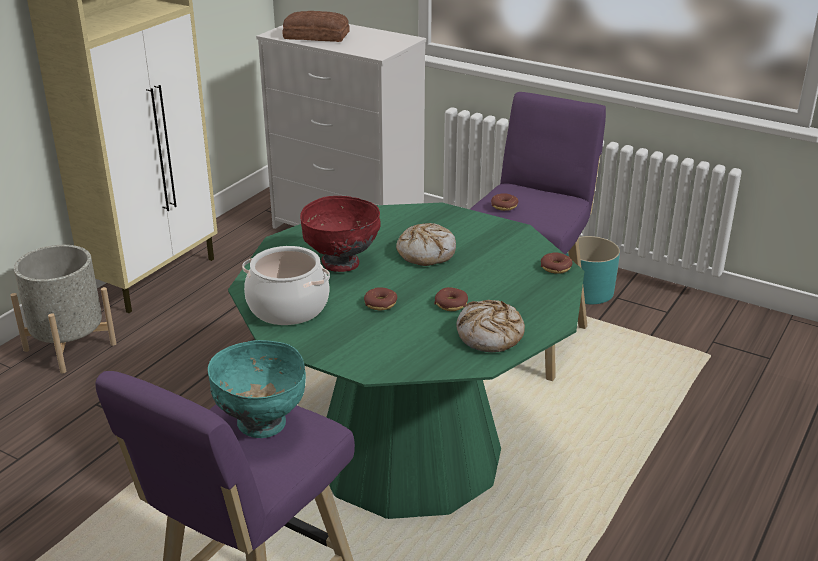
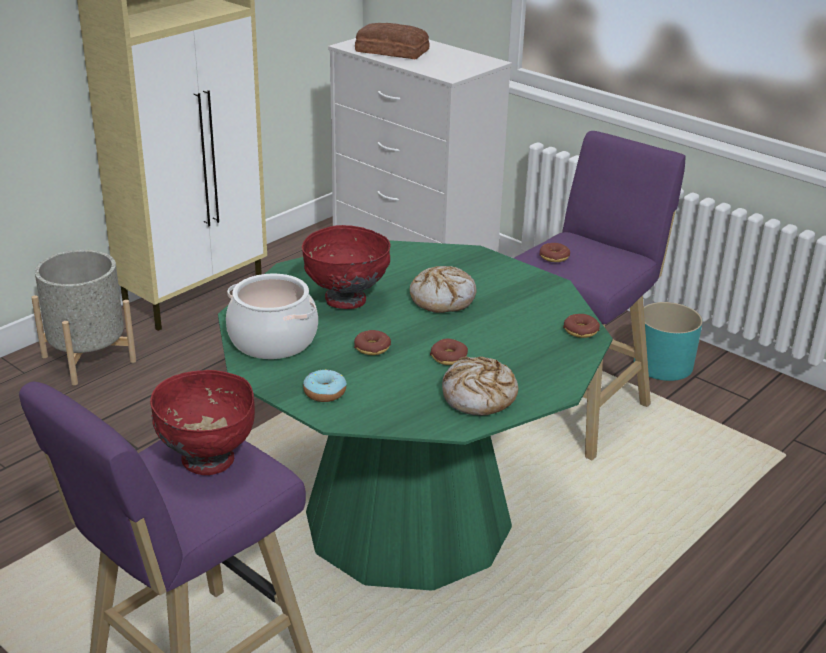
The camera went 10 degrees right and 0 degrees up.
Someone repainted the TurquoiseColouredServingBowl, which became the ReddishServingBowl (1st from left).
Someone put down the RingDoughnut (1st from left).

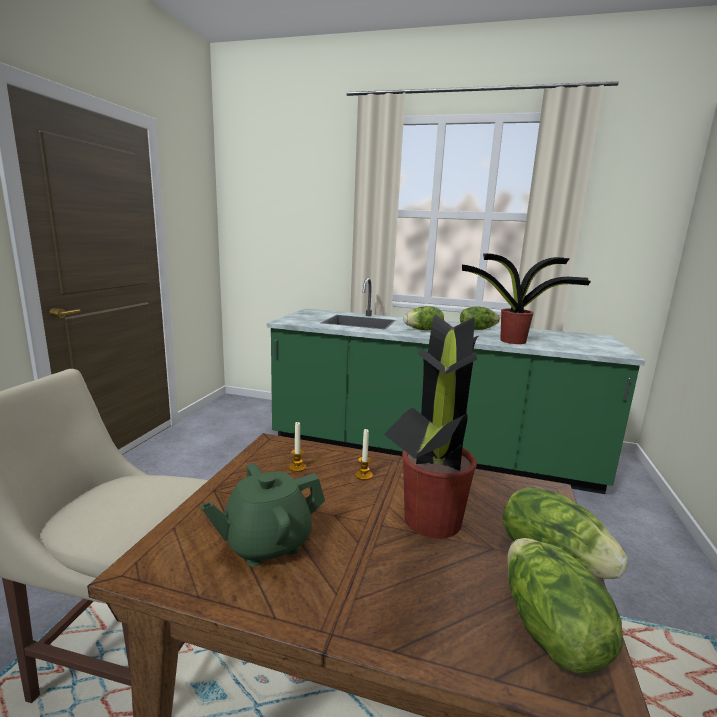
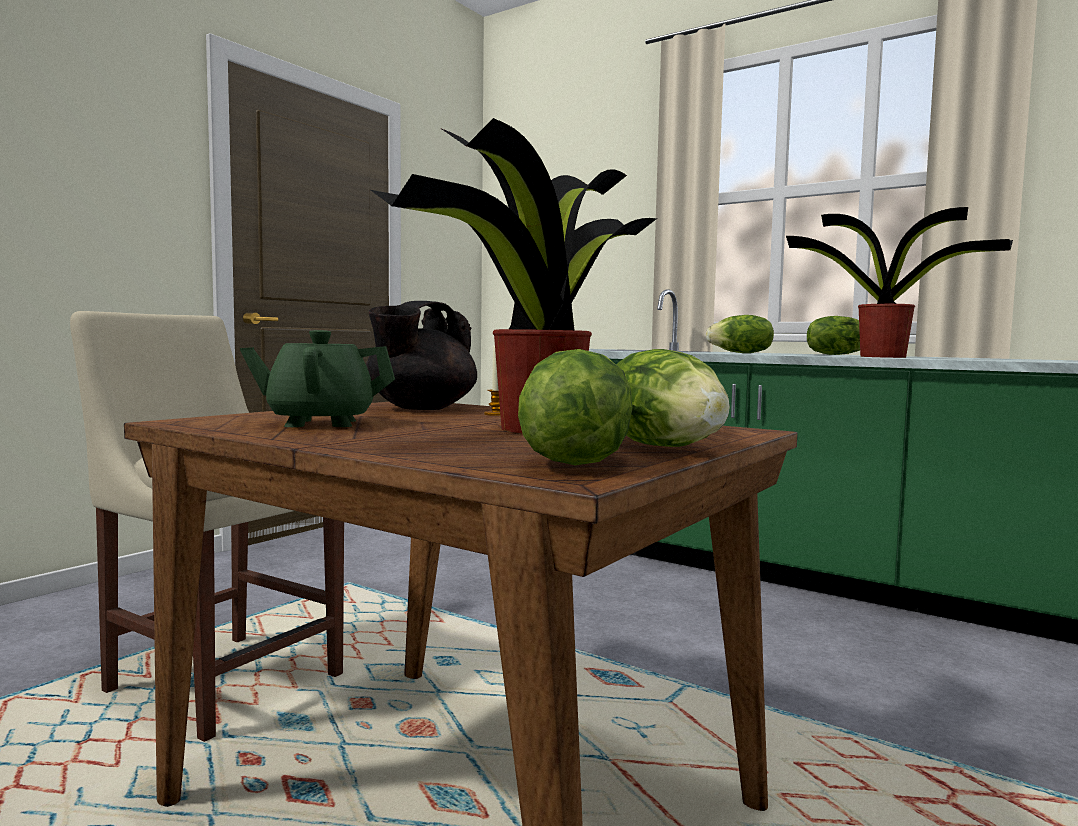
The camera went 20 degrees right and 10 degrees down.
Someone swapped the WaxCandle (1st from left) for the BlackColouredTeaPot.

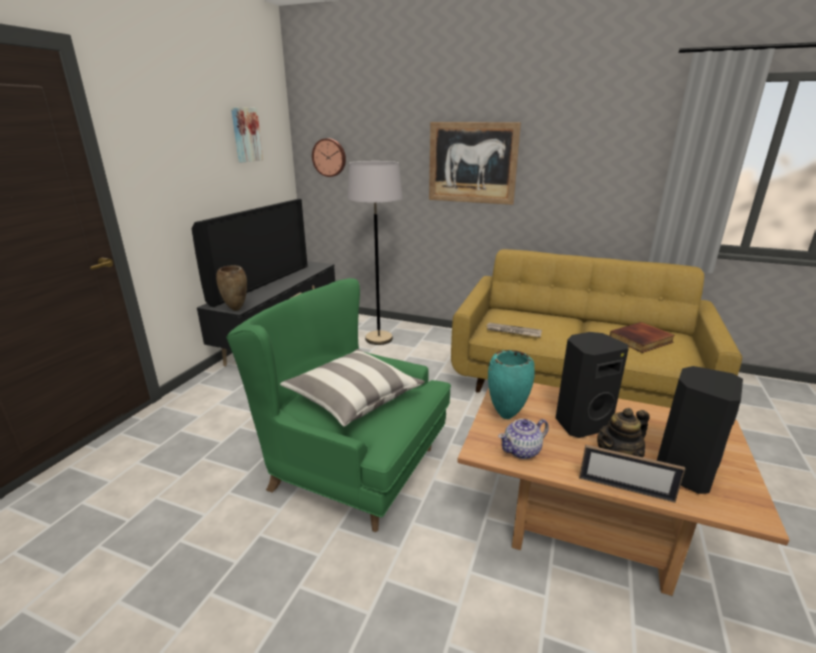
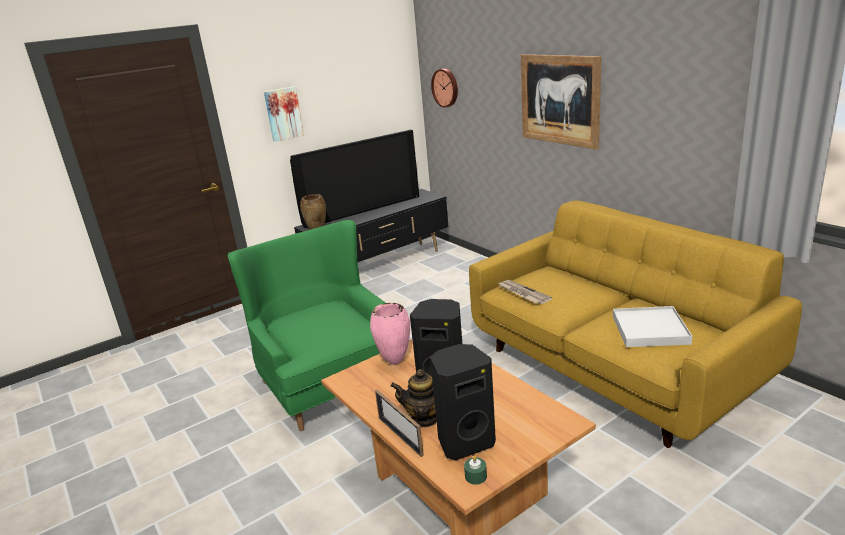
The camera went 35 degrees right and 0 degrees up.
Someone carried the Picture (1st from left).
Someone took away the Pillow.
Someone took away the GrayStandardLamp.
Someone repainted the TurquoiseColouredDecorativeVase, which became the PinkDecorativeVase.
Someone took away the TeaPot (1st from left).
Someone swapped the Volume for the WhiteColouredCarryingTray.
Someone put down the GreenColouredWaxCandle.

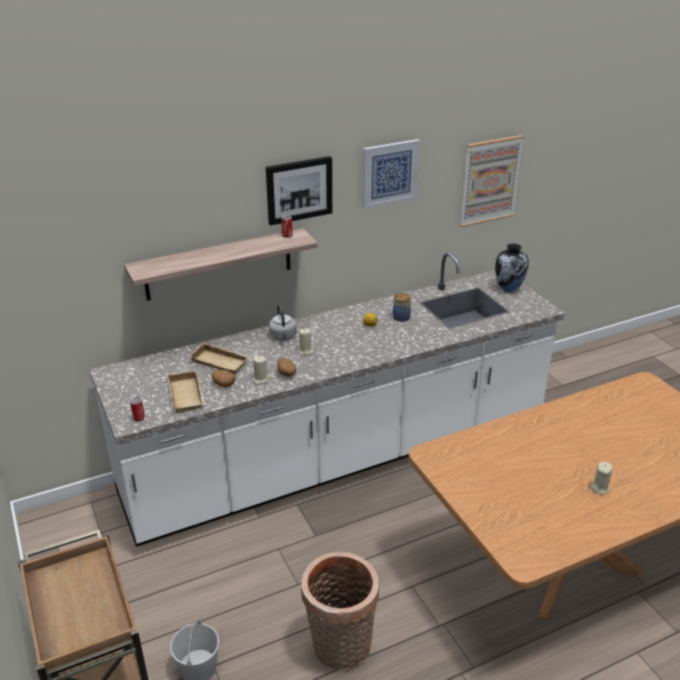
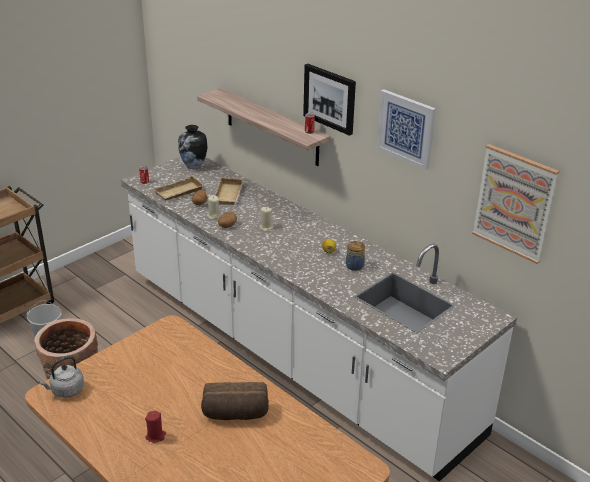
The camera went 70 degrees right and 0 degrees up.
Someone carried the GrayWaterKettle.
Someone carried the DecorativeVase.
Someone repainted the BeigeWaxCandle (3rd from left), which became the ReddishWaxCandle.
Someone put down the BakeryBread.

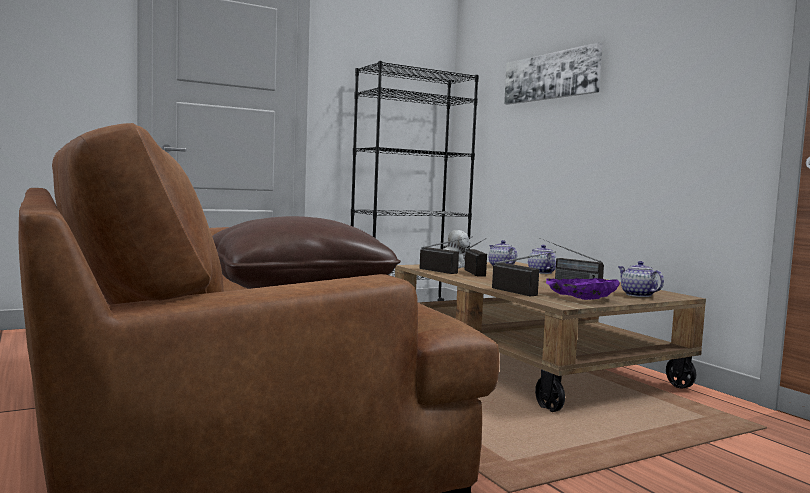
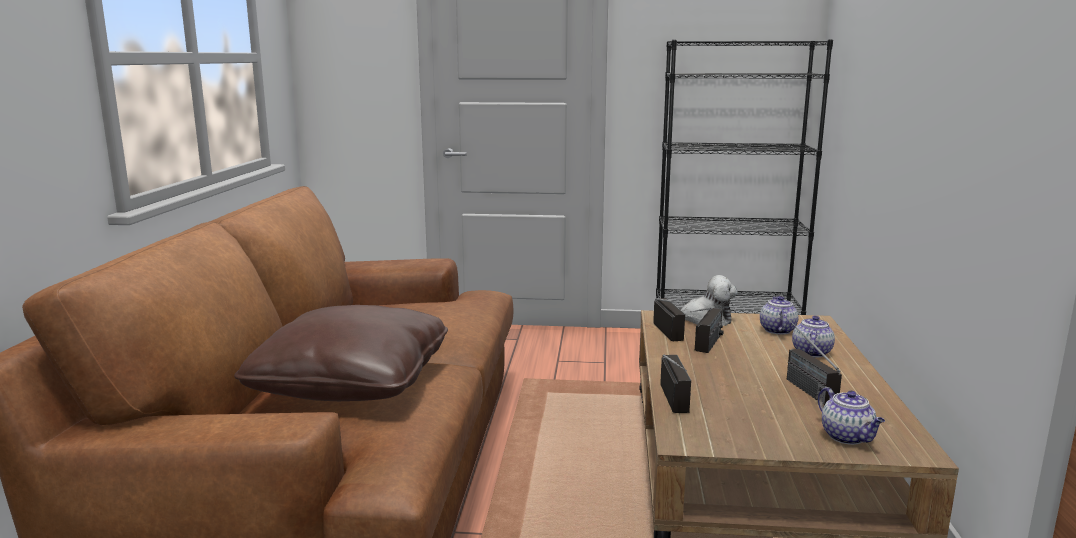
The camera went 35 degrees right and 10 degrees up.
Someone took away the Picture.
Someone took away the PurpleColouredServingBowl.
Someone rotated the TeaPot (3rd from left) by 150 degrees clockwise.

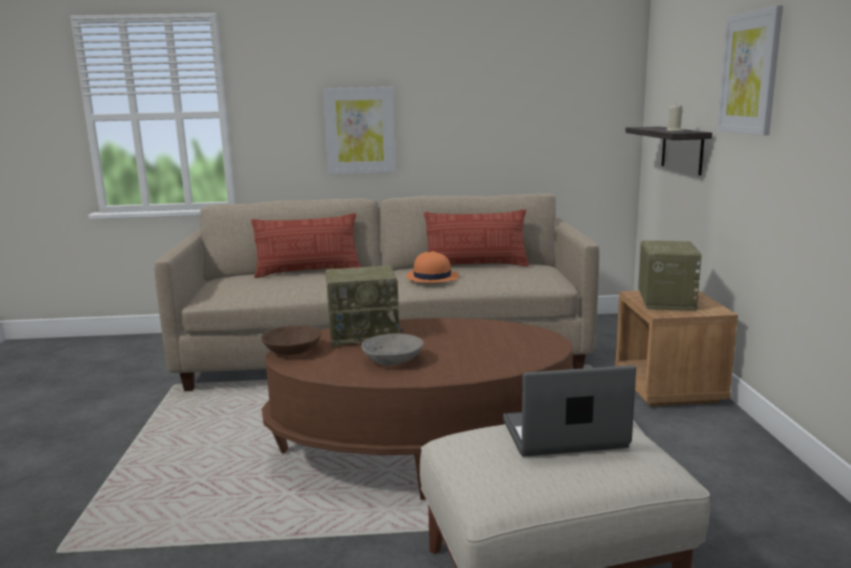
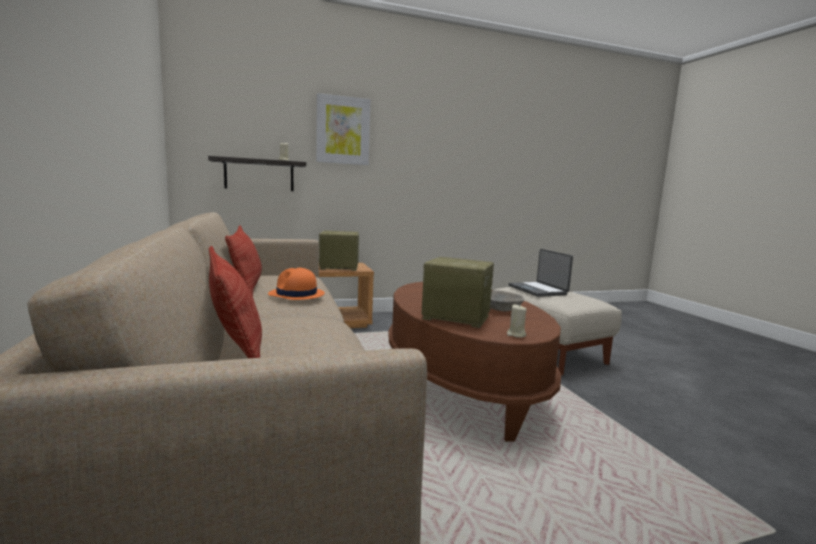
The camera went 105 degrees left and 5 degrees down.
Someone swapped the BrownishServingBowl for the BeigeWaxCandle (2nd from left).
Someone took away the Picture (1st from left).
Someone rotated the RadioReceiver (1st from left in the first image) by 45 degrees counterclockwise.

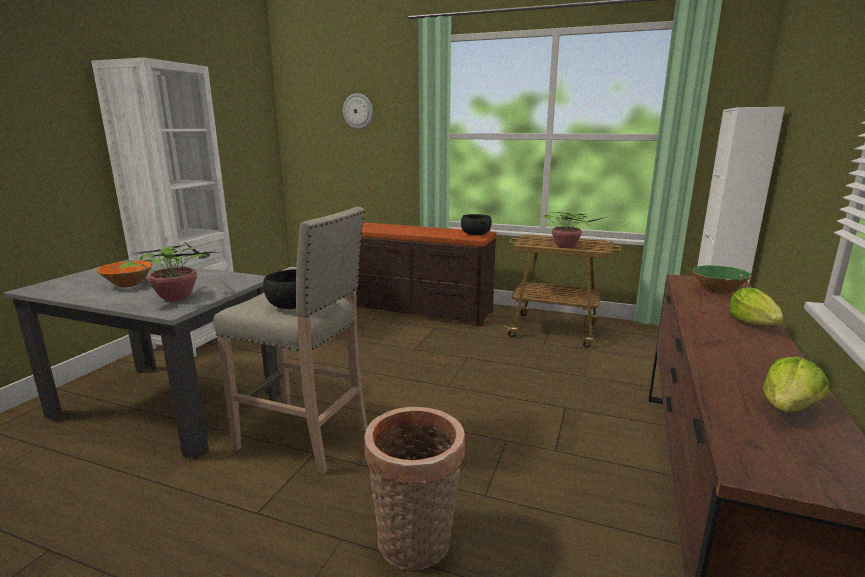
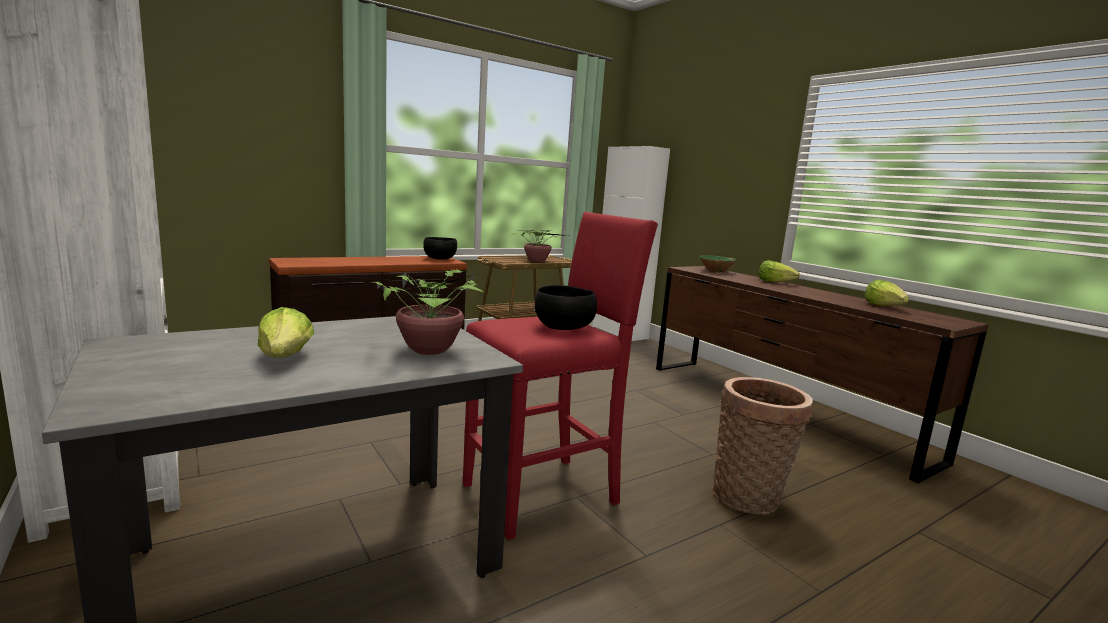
The camera went 55 degrees left and 5 degrees down.
Someone swapped the OrangeColouredServingBowl for the HeadOfLettuce (1st from left).
Someone repainted the BeigeStool, which became the ReddishStool.
Someone took away the HangingClock.

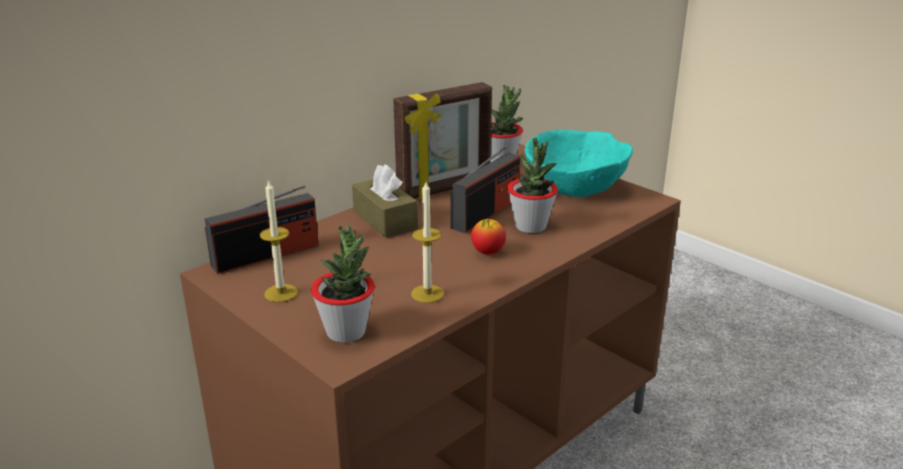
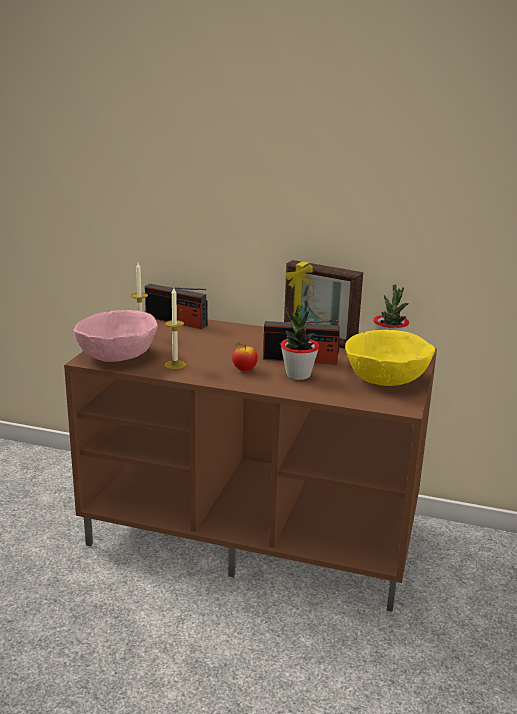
The camera went 60 degrees right and 5 degrees down.
Someone swapped the PlantInAPot (1st from left) for the PinkServingBowl.
Someone took away the BrownishTissueHolder.
Someone repainted the TurquoiseColouredServingBowl, which became the YellowColouredServingBowl.

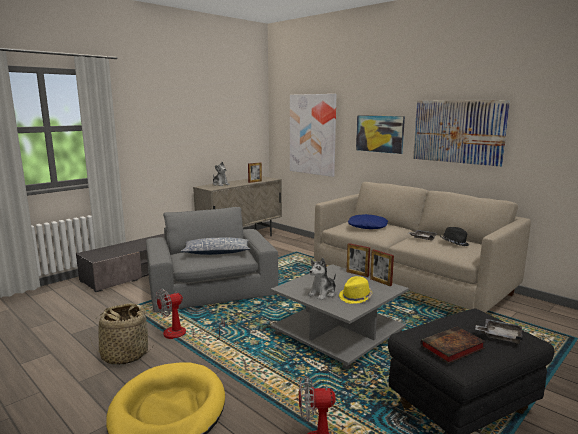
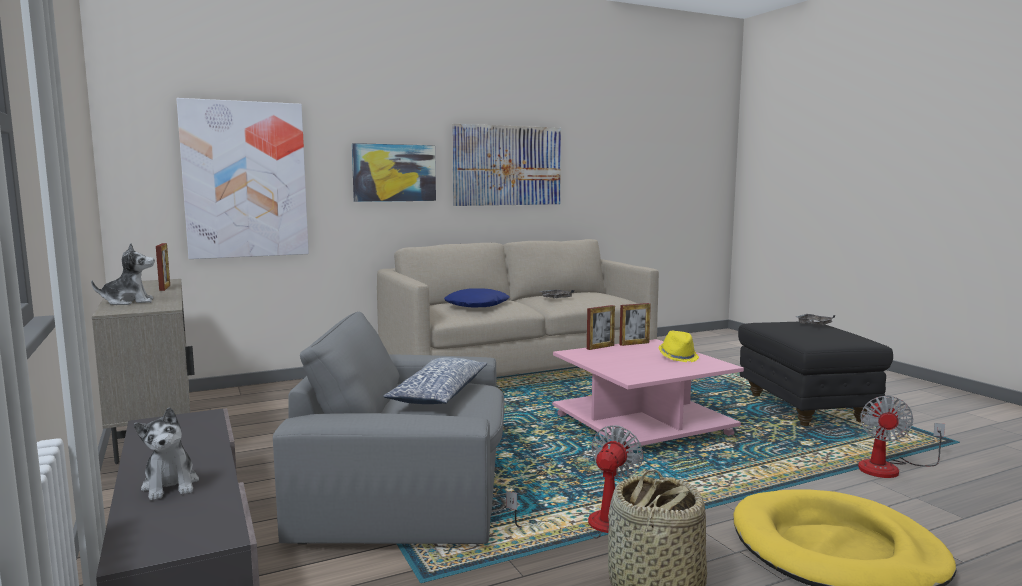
The camera went 70 degrees left and 5 degrees down.
Someone rotated the Fan (1st from left) by 135 degrees counterclockwise.
Someone repainted the GrayLowTable, which became the PinkLowTable.
Someone carried the CuddlyToy (2nd from left).
Someone took away the Volume.
Someone took away the BlackColouredClothingHat.

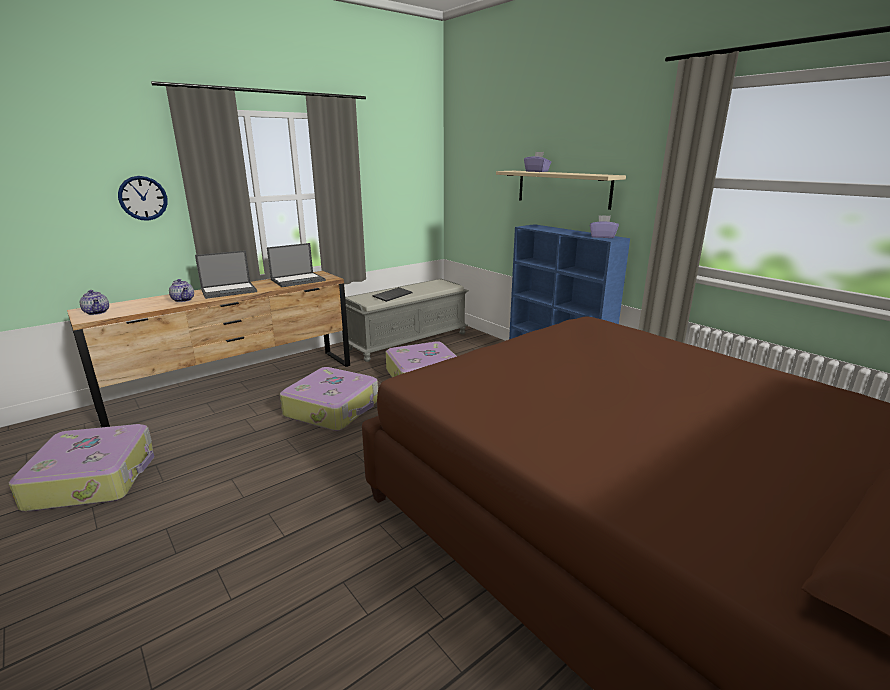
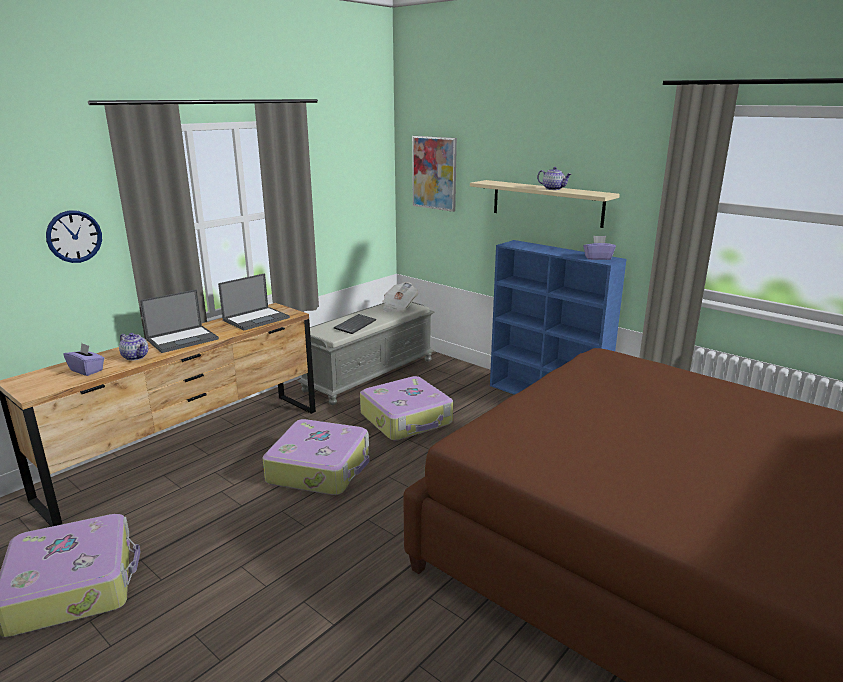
The camera went 10 degrees left and 0 degrees up.
Someone carried the TeaPot (1st from left in the first image).
Someone carried the PurpleColouredTissueHolder (1st from left).
Someone put down the DailyPaper.
Someone put up the Picture.

